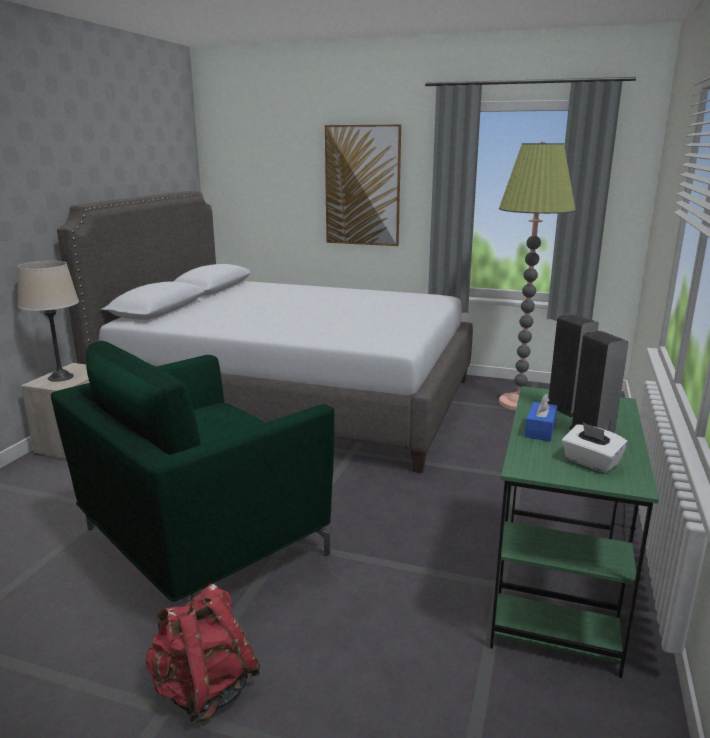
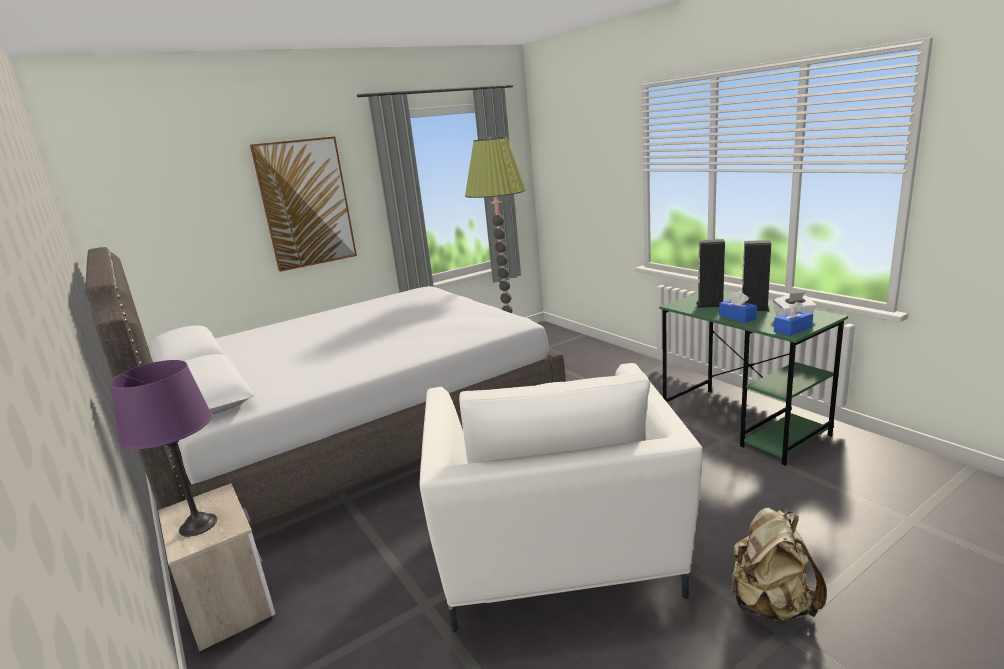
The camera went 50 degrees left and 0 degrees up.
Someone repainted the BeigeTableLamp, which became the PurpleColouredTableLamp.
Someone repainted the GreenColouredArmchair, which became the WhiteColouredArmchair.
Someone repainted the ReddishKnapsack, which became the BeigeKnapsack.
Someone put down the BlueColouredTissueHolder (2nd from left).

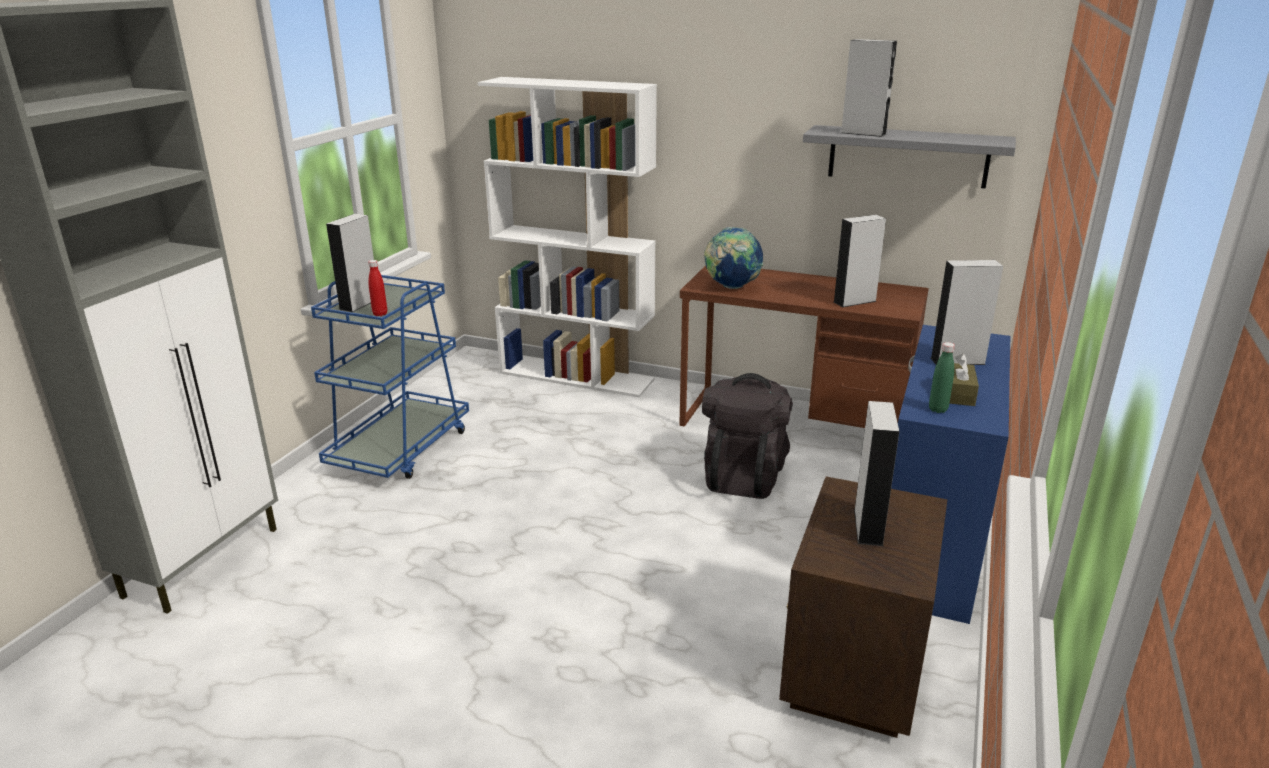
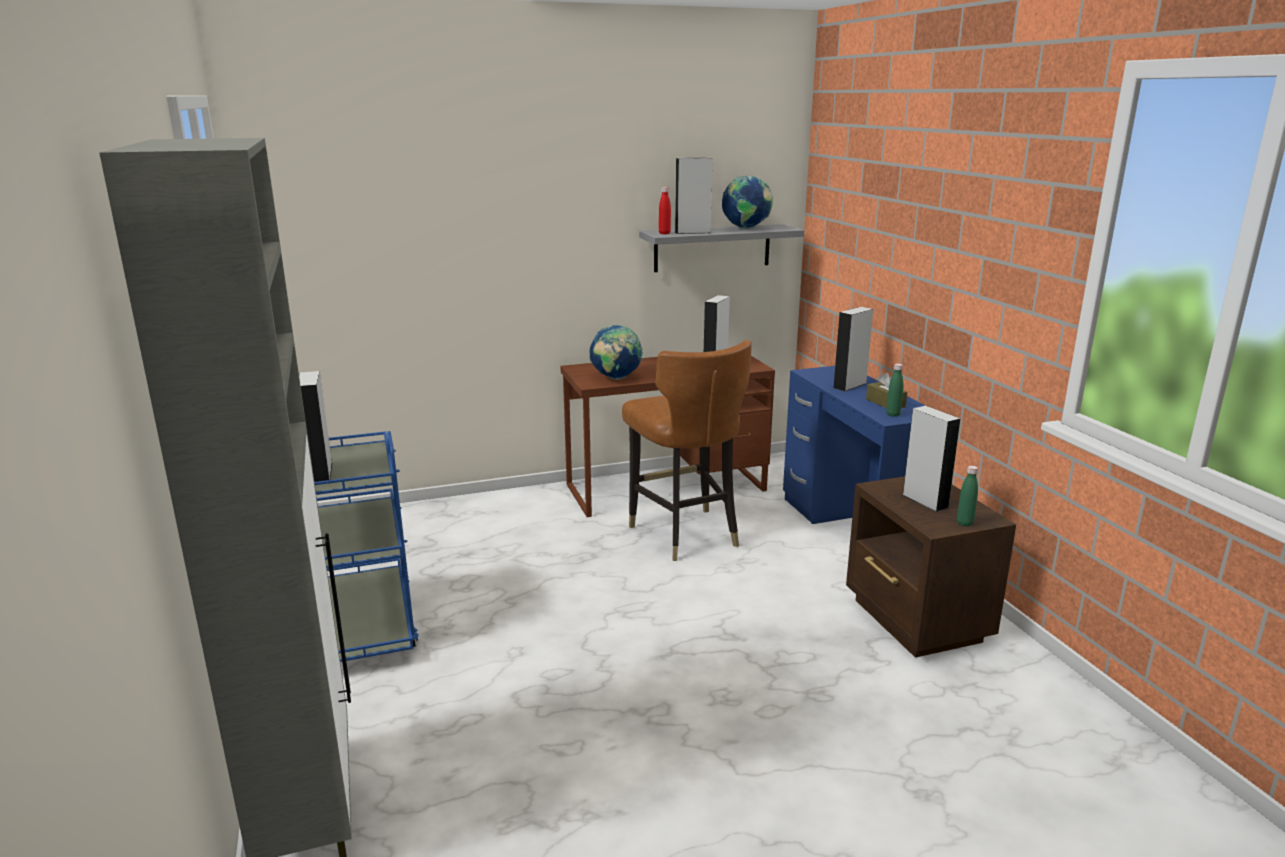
The camera went 40 degrees left and 5 degrees down.
Someone carried the ReddishDrinkBottle.
Someone took away the WhiteColouredBookshelf.
Someone swapped the BlackColouredKnapsack for the BrownishUprightChair.
Someone put down the WorldGlobe (2nd from left).
Someone put down the GreenColouredDrinkBottle (2nd from left).

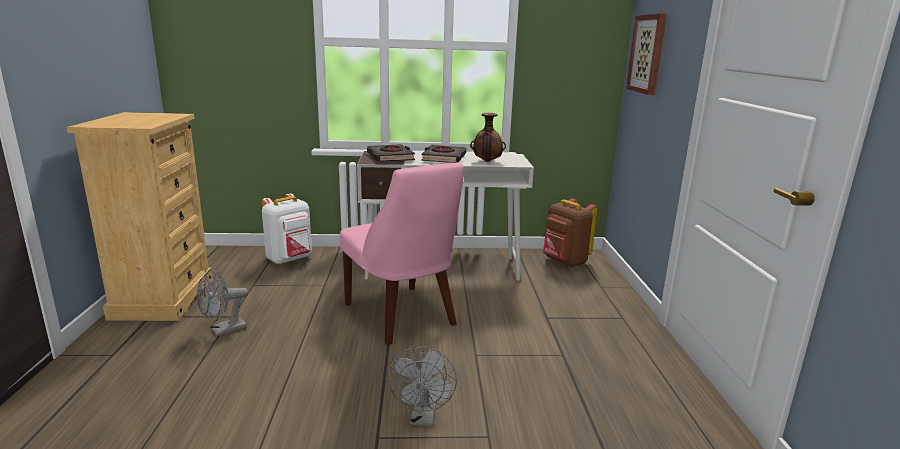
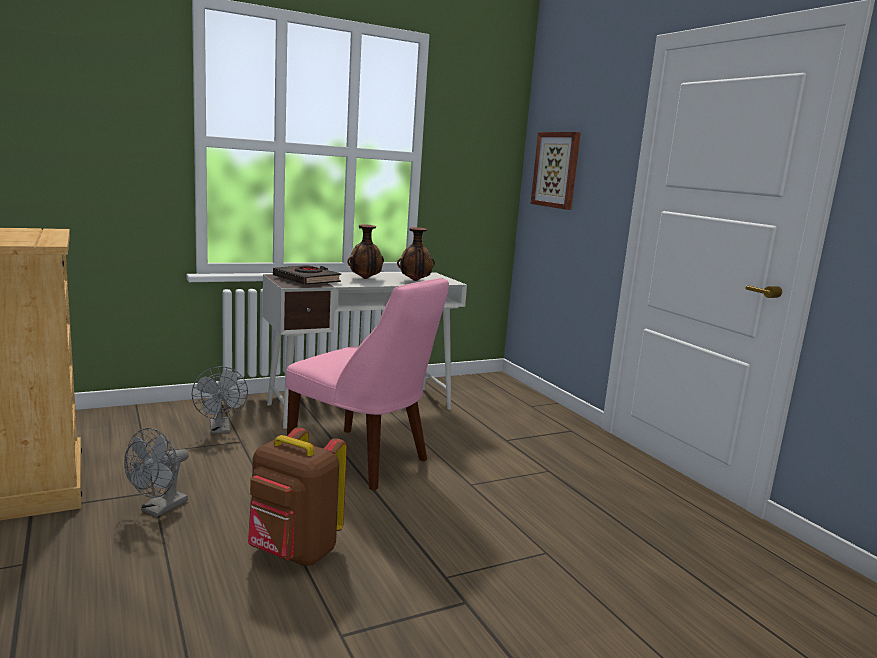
The camera went 25 degrees left and 5 degrees down.
Someone took away the WhiteColouredKnapsack.
Someone carried the GrayFan (2nd from left).
Someone swapped the BlackColouredVolume (2nd from left) for the DecorativeVase (1st from left).
Someone carried the BrownishKnapsack.

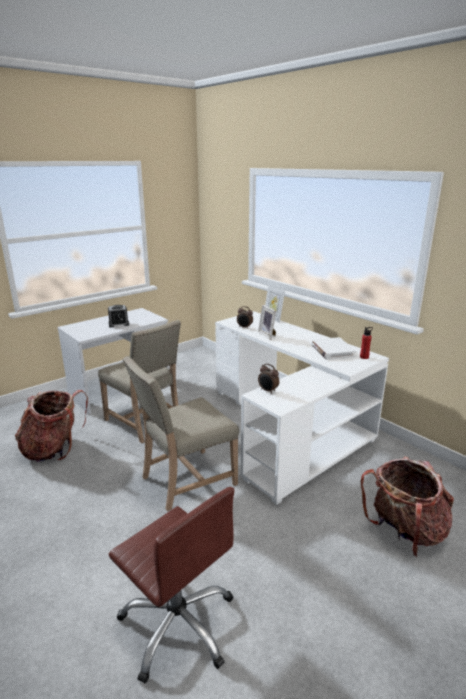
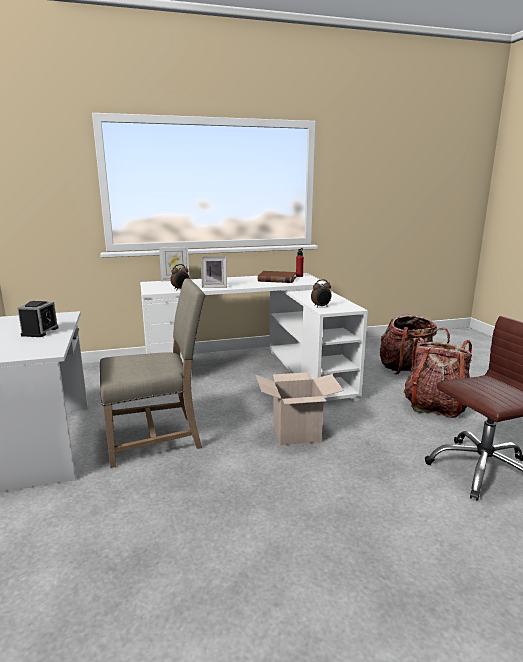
The camera went 65 degrees left and 5 degrees down.
Someone carried the Knapsack (1st from left in the first image).
Someone swapped the BeigeUprightChair (2nd from left) for the CardboardBox.
Someone repainted the WhiteColouredVolume, which became the BrownishVolume.

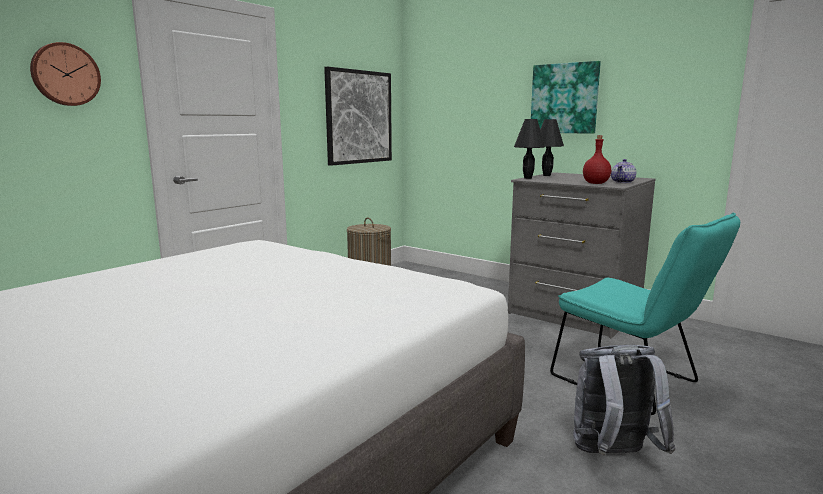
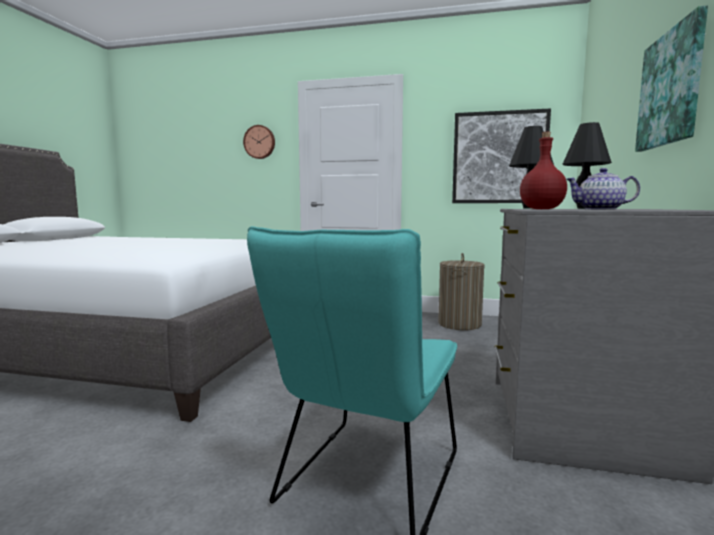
The camera went 65 degrees right and 5 degrees down.
Someone took away the GrayKnapsack.

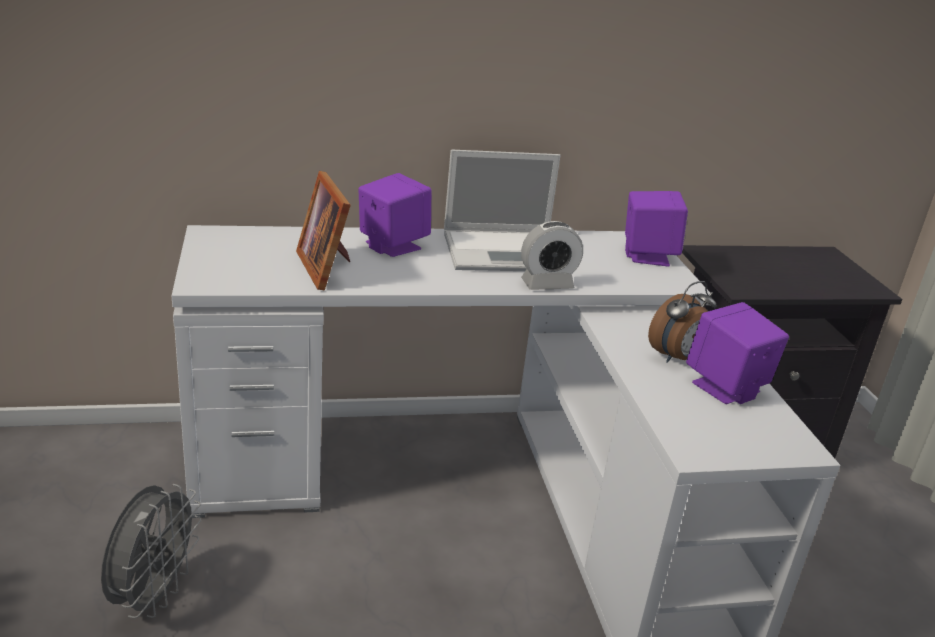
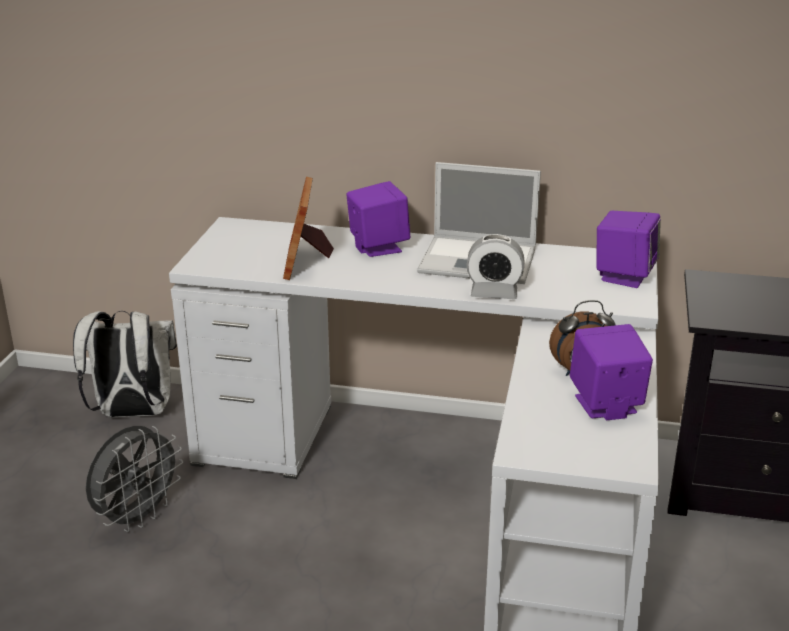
The camera went 25 degrees right and 0 degrees up.
Someone put down the WhiteColouredKnapsack.

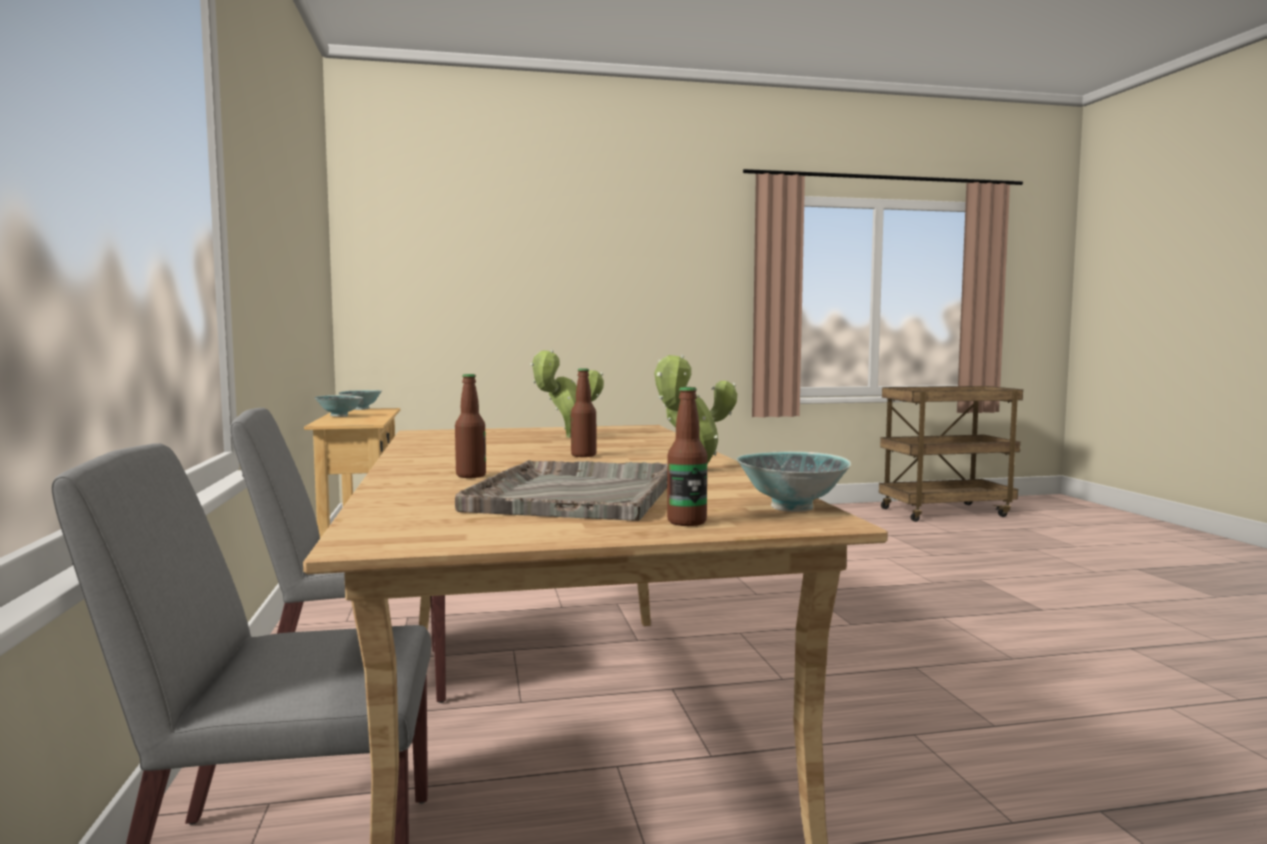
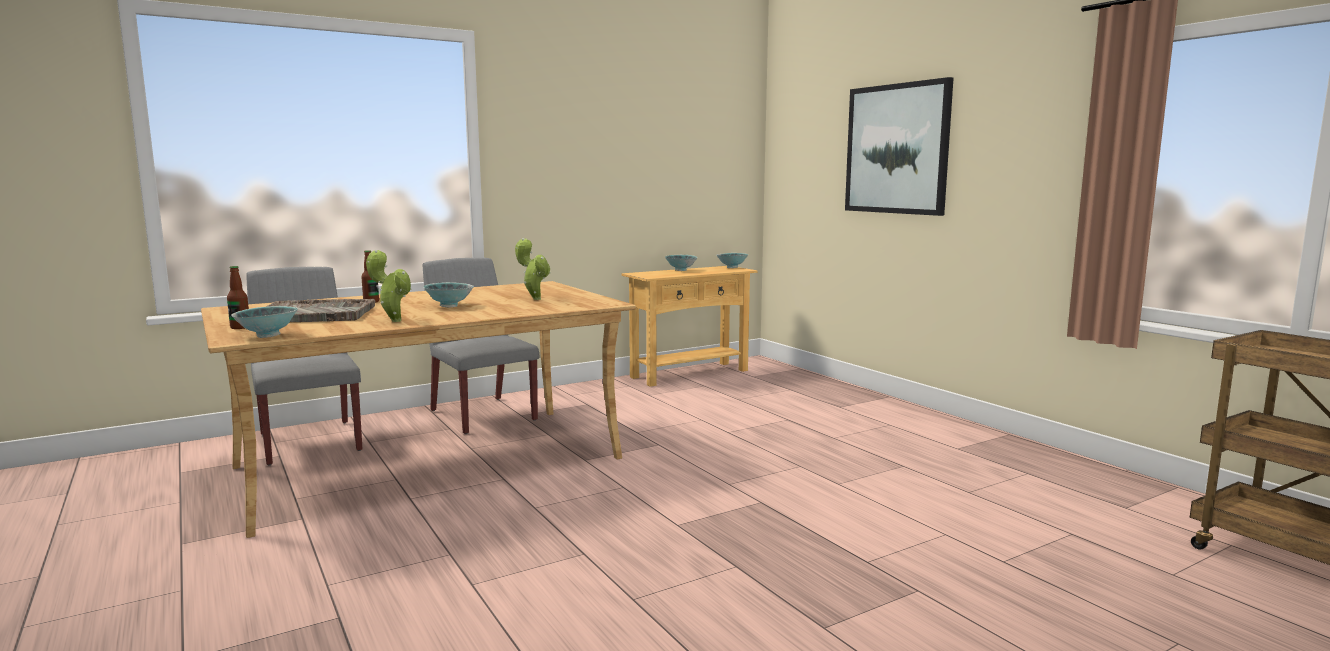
The camera went 70 degrees right and 5 degrees up.
Someone swapped the DrinkBottle (2nd from left) for the ServingBowl (2nd from left).
Someone put up the Picture.

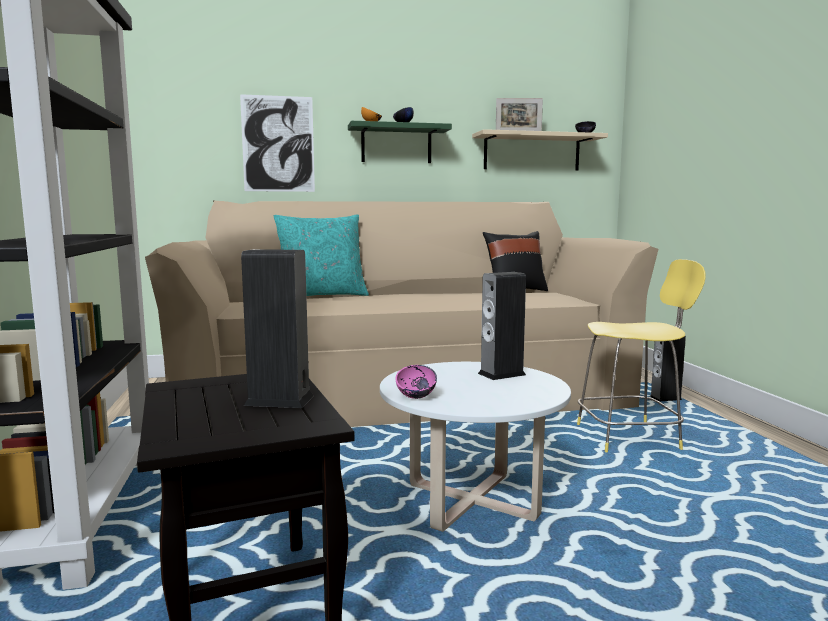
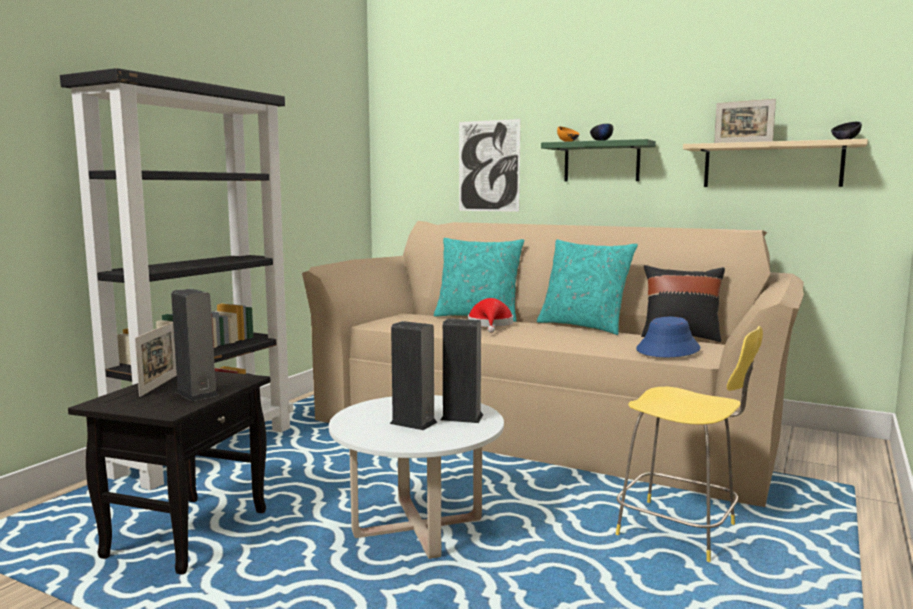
The camera went 40 degrees right and 0 degrees up.
Someone took away the PinkServingBowl.
Someone carried the Loudspeaker (3rd from left in the first image).
Someone put down the PhotoFrame (1st from left).
Someone put down the ReddishClothingHat.
Someone put down the TurquoiseColouredPillow (2nd from left).
Someone put down the BlueColouredClothingHat.

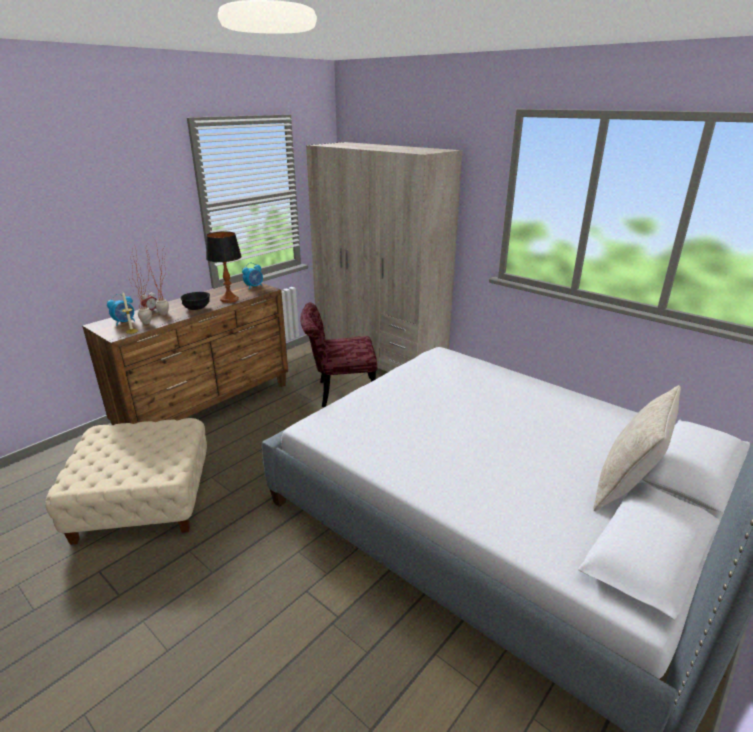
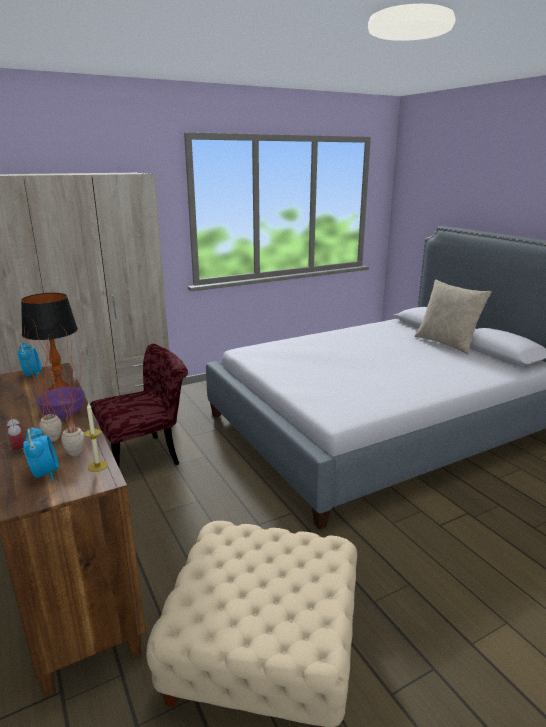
The camera went 70 degrees left and 5 degrees down.
Someone repainted the BlackColouredServingBowl, which became the PurpleColouredServingBowl.
Someone rotated the ReddishUprightChair by 135 degrees counterclockwise.

